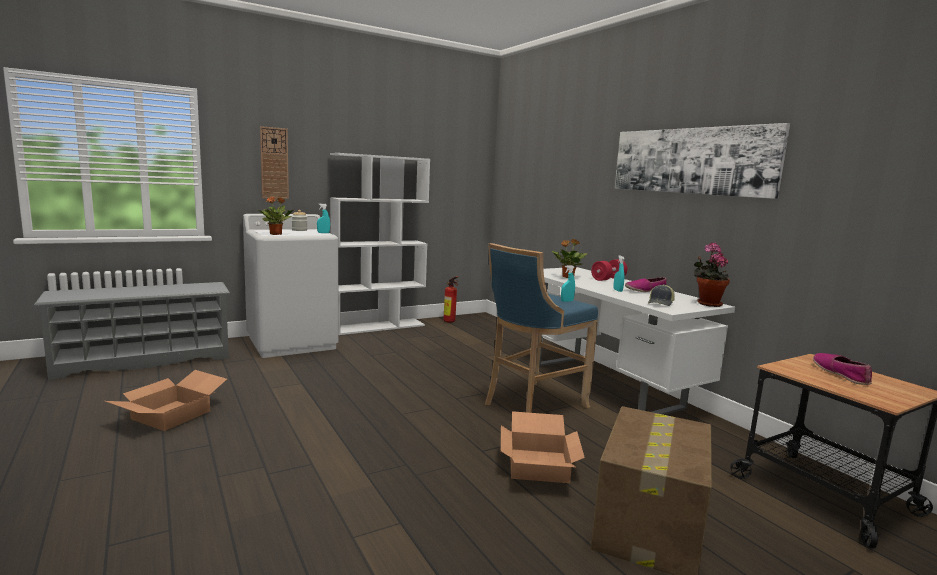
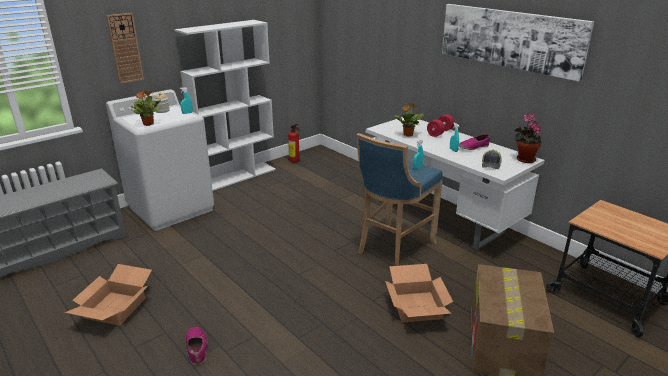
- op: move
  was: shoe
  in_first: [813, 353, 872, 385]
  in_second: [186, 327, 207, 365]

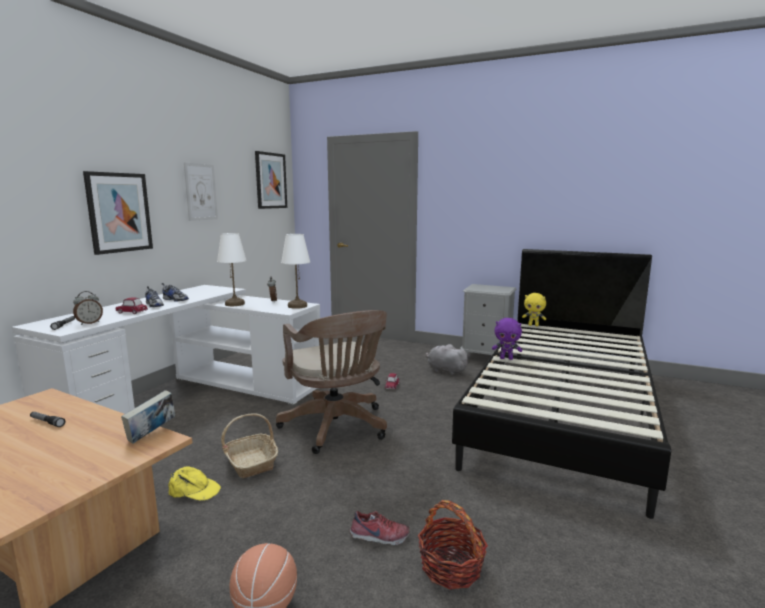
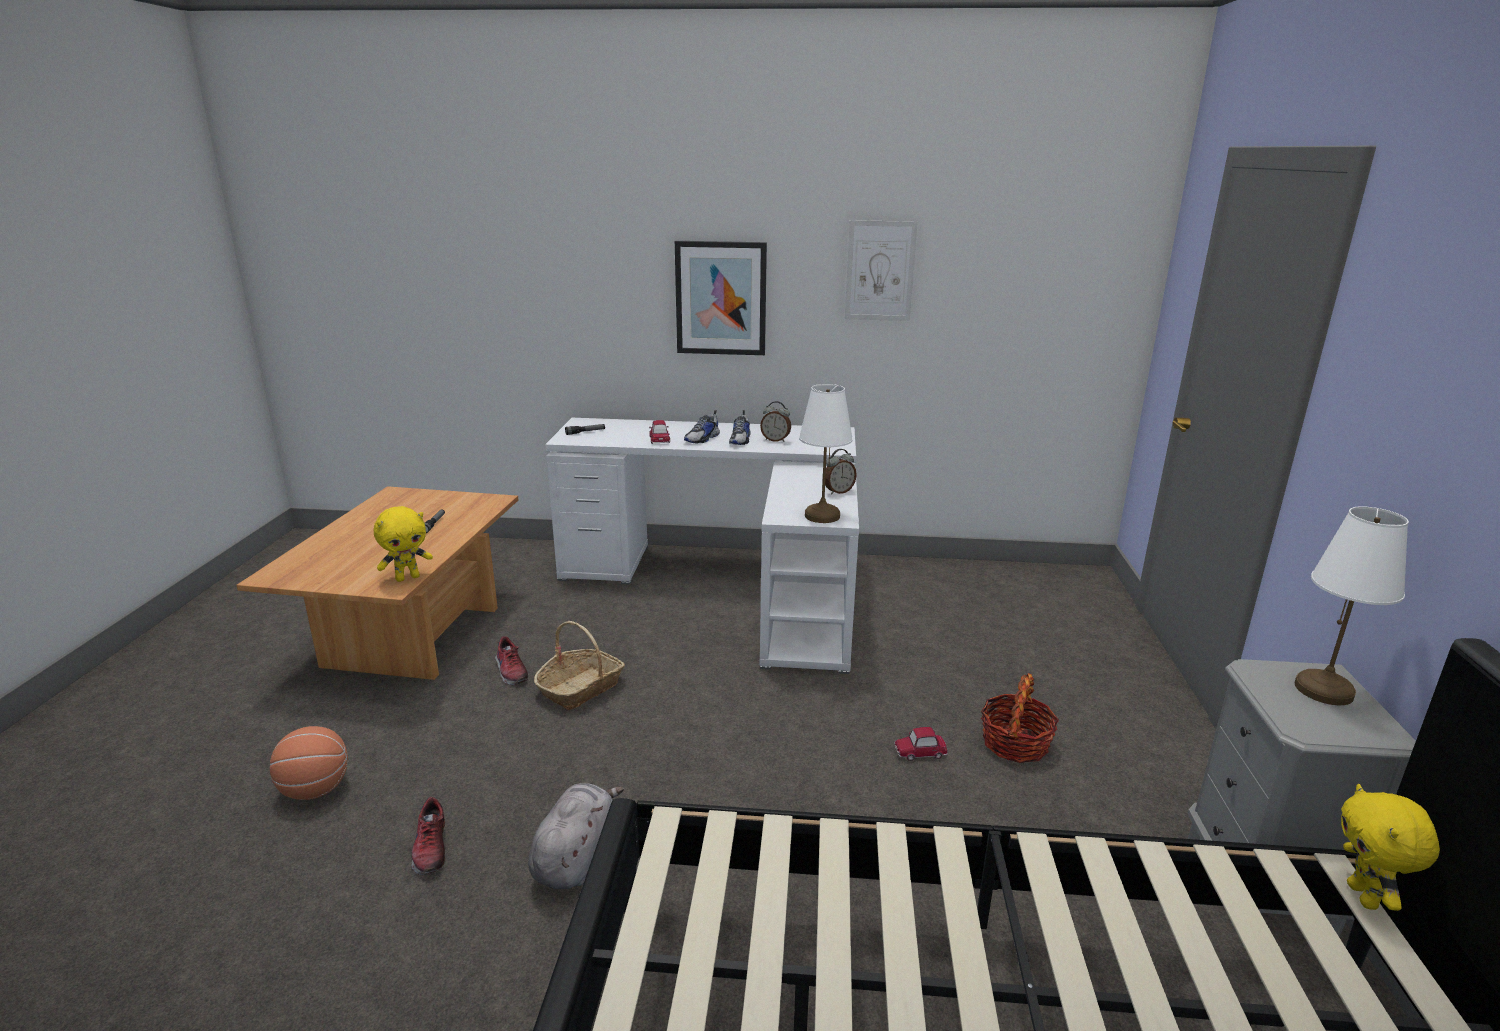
- op: replace
  was: book
  now: plush toy (yellow)
  in_first: [121, 390, 175, 444]
  in_second: [374, 506, 433, 582]
- op: replace
  was: cap (yellow)
  now: shoe
  in_first: [168, 466, 221, 501]
  in_second: [495, 636, 528, 685]
- op: move
  was: plush toy (grey)
  in_first: [426, 344, 469, 375]
  in_second: [528, 783, 624, 889]
- op: move
  was: alarm clock
  in_first: [73, 291, 103, 325]
  in_second: [760, 401, 791, 442]
- op: move
  was: basket
  in_first: [418, 500, 488, 590]
  in_second: [981, 673, 1059, 763]
- op: move
  was: table lamp (white)
  in_first: [217, 233, 247, 306]
  in_second: [1295, 506, 1409, 705]
- op: delete
  was: picture
  in_first: [255, 151, 287, 209]
- op: delete
  was: office chair (brown)
  in_first: [276, 310, 387, 454]
- op: delete
  was: plush toy (purple)
  in_first: [492, 318, 522, 360]

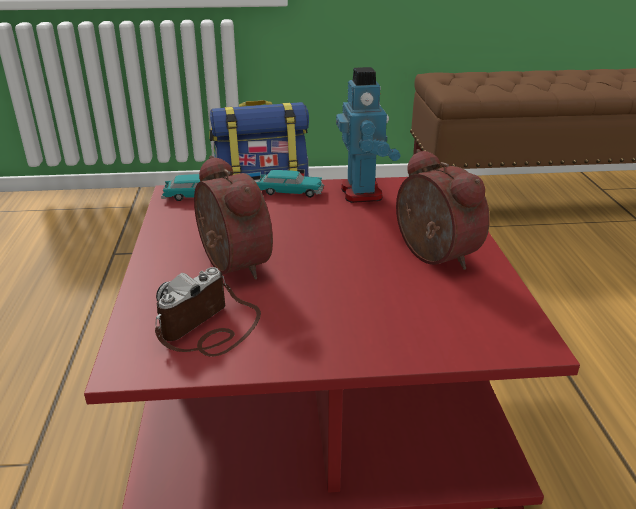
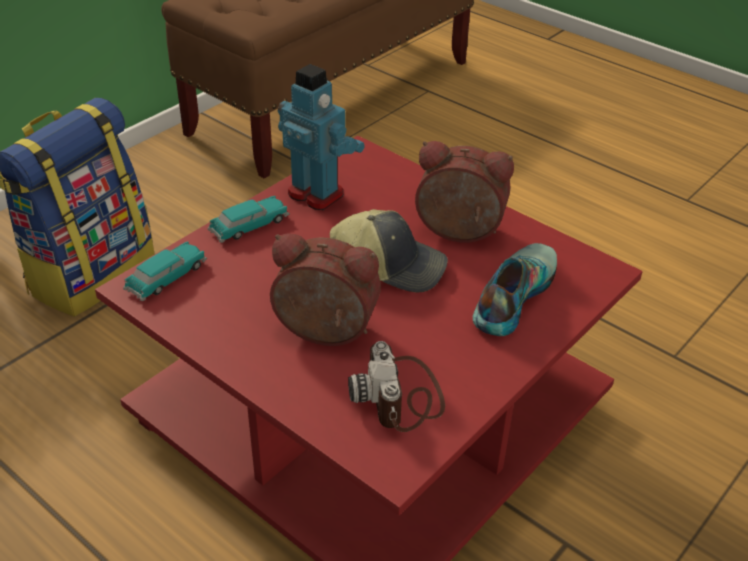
- op: insert
  now: cap
  in_second: [330, 209, 448, 292]
- op: insert
  now: shoe
  in_second: [473, 243, 557, 336]

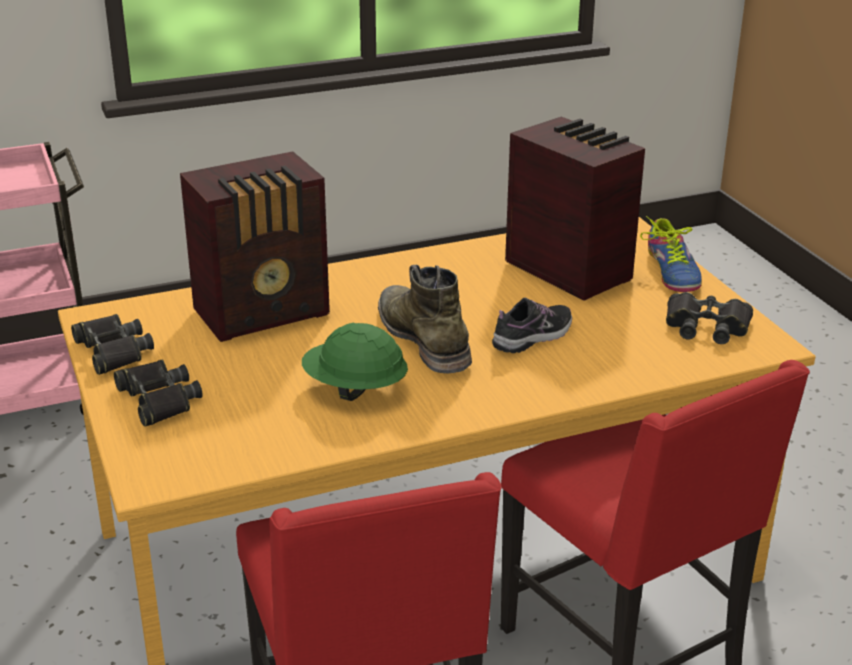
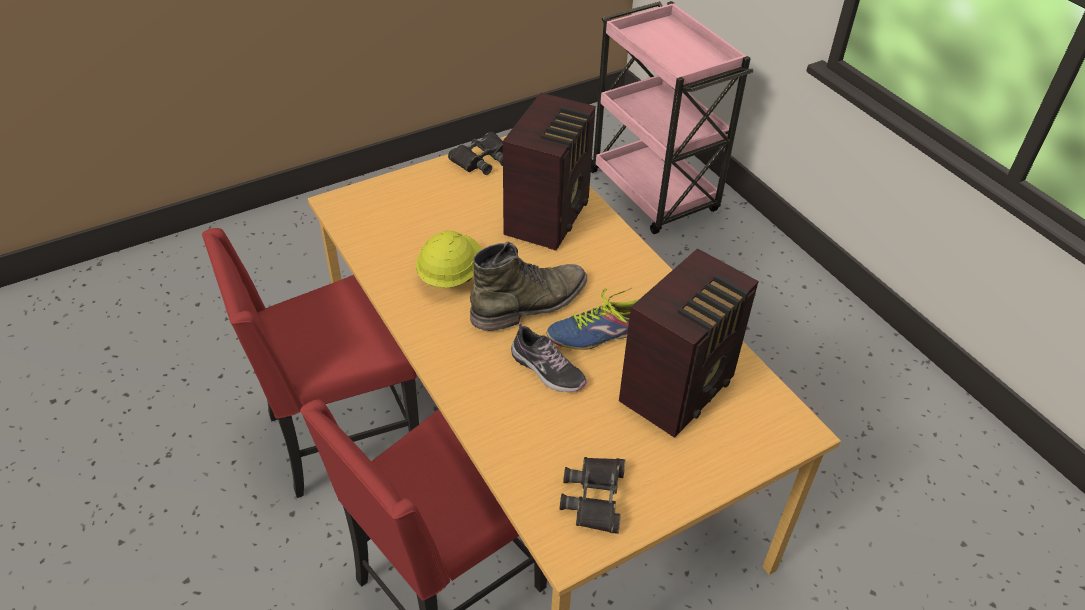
- op: recolor
  was: hard hat (green)
  now: hard hat (yellow)
  in_first: [302, 323, 408, 401]
  in_second: [416, 231, 482, 288]
- op: rotate
  was: radio
  in_first: [180, 152, 330, 342]
  in_second: [503, 93, 596, 251]
  clockwise: -120
- op: move
  was: shoe
  in_first: [640, 216, 702, 292]
  in_second: [546, 288, 639, 350]
- op: delete
  was: binoculars (black)
  in_first: [114, 360, 203, 427]

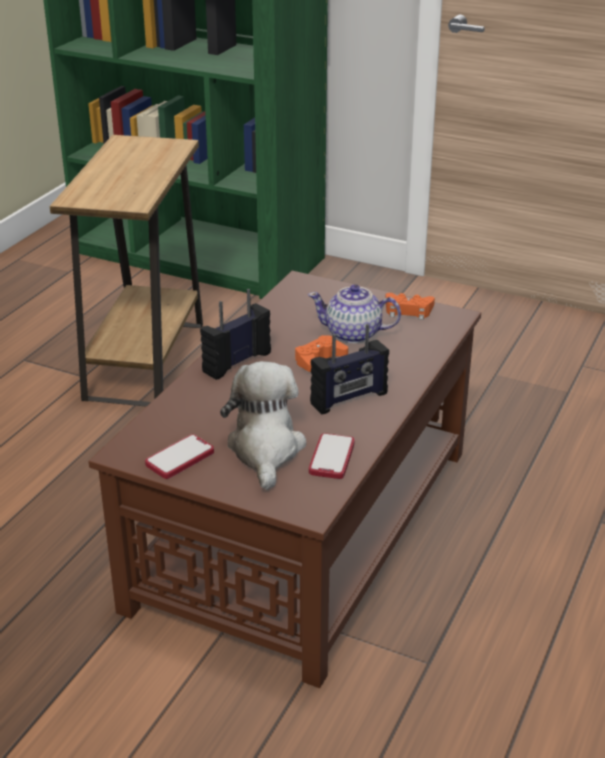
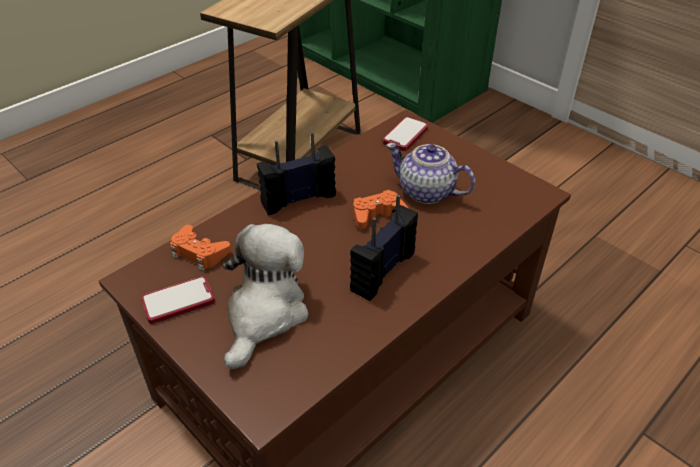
- op: move
  was: game controller (orange)
  in_first: [385, 293, 435, 320]
  in_second: [170, 225, 231, 271]
- op: rotate
  was: radio
  in_first: [310, 324, 389, 414]
  in_second: [350, 195, 418, 301]
  clockwise: 135
- op: move
  was: phone
  in_first: [309, 433, 355, 479]
  in_second: [382, 117, 428, 151]

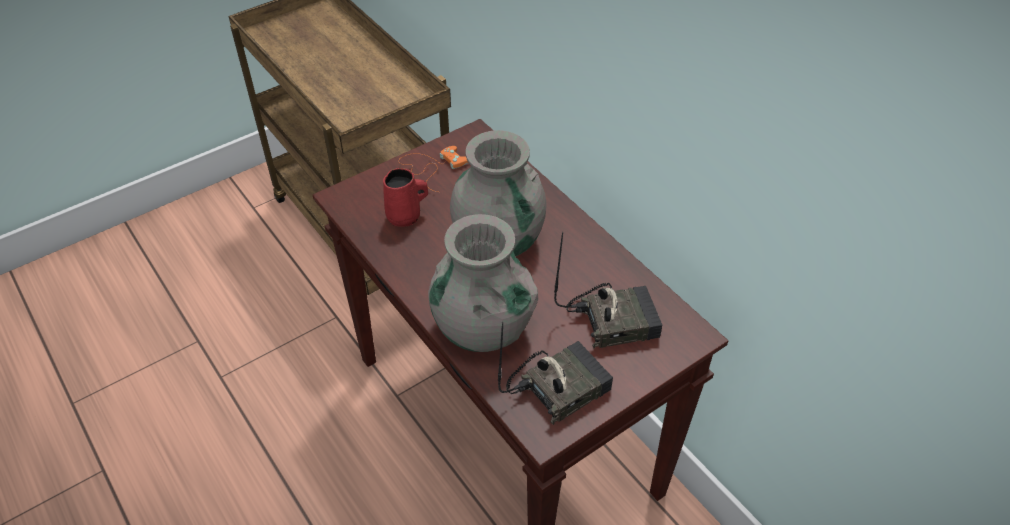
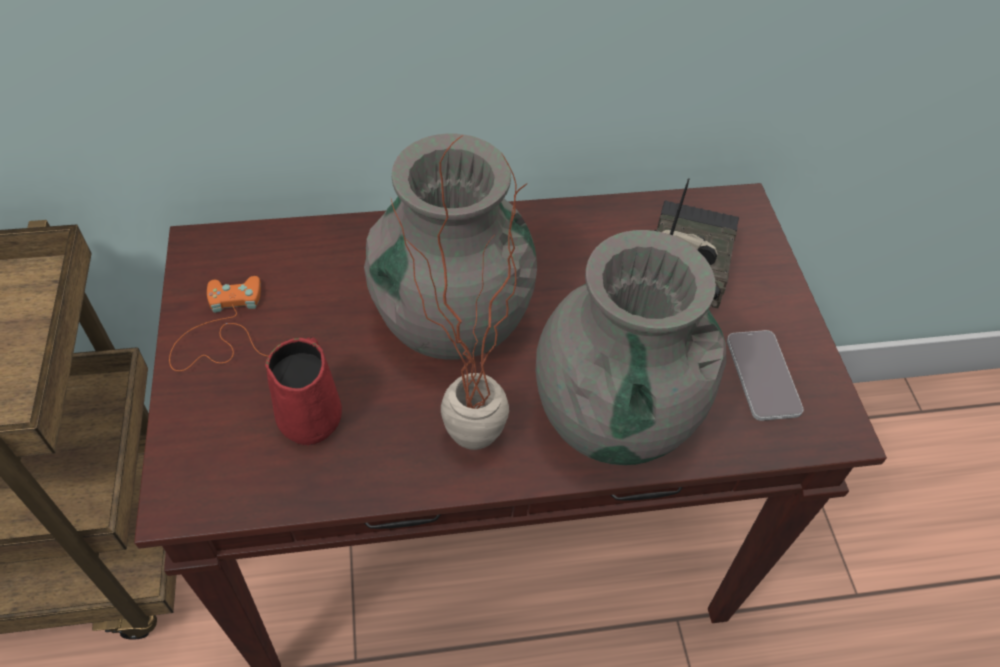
- op: insert
  now: potted plant
  in_second: [391, 134, 528, 450]
- op: replace
  was: radio
  now: phone
  in_first: [498, 322, 613, 425]
  in_second: [727, 330, 804, 421]

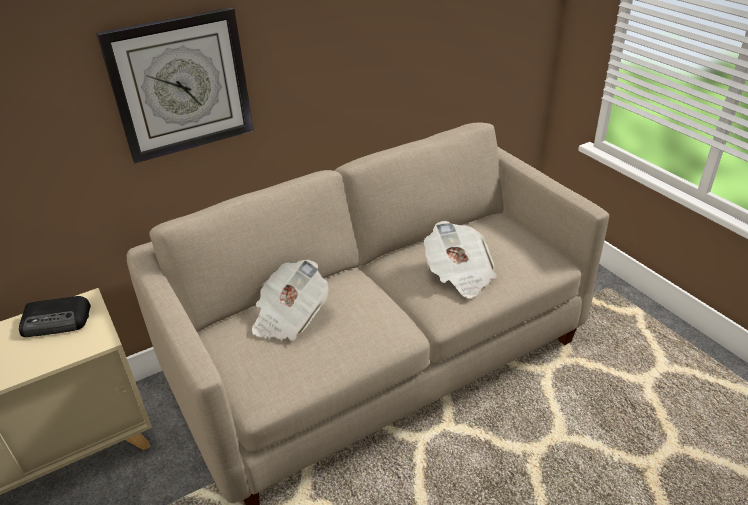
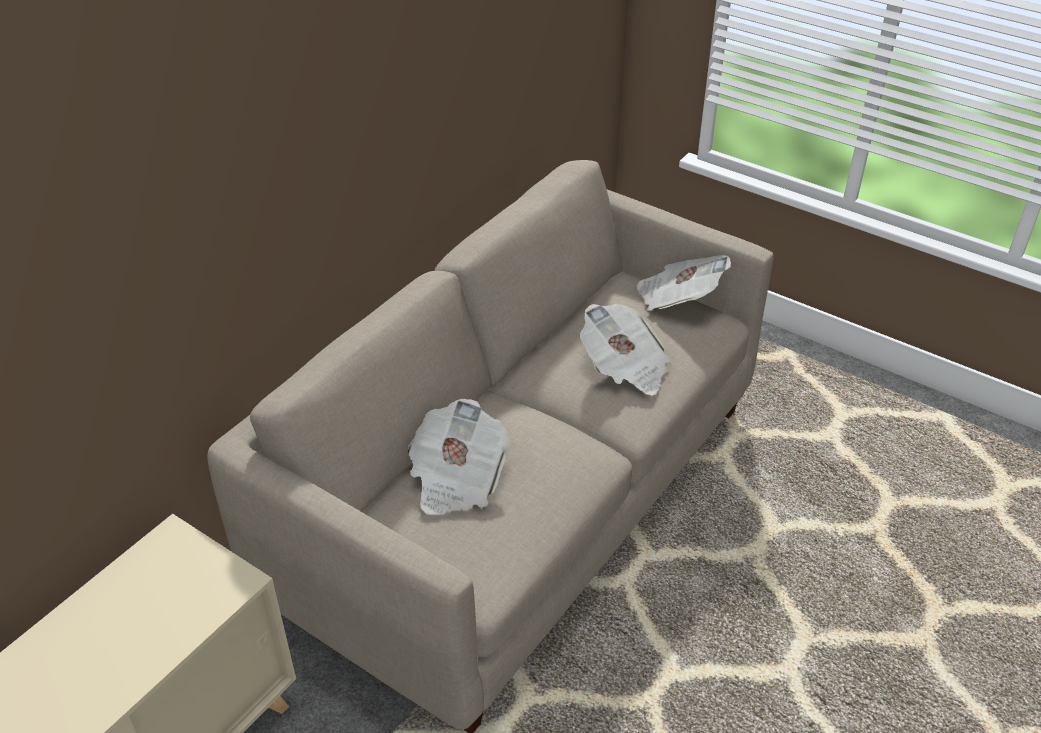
- op: insert
  now: newspaper
  in_second: [637, 255, 731, 311]
- op: delete
  was: radio
  in_first: [19, 296, 91, 337]
- op: delete
  was: wall clock
  in_first: [96, 7, 254, 163]

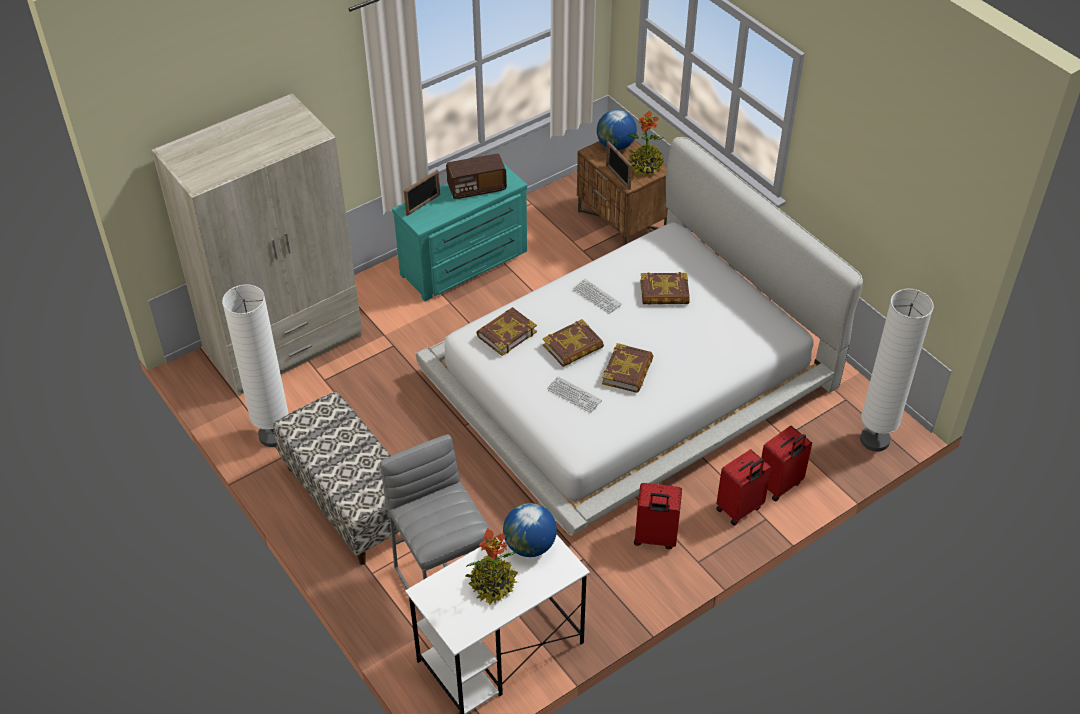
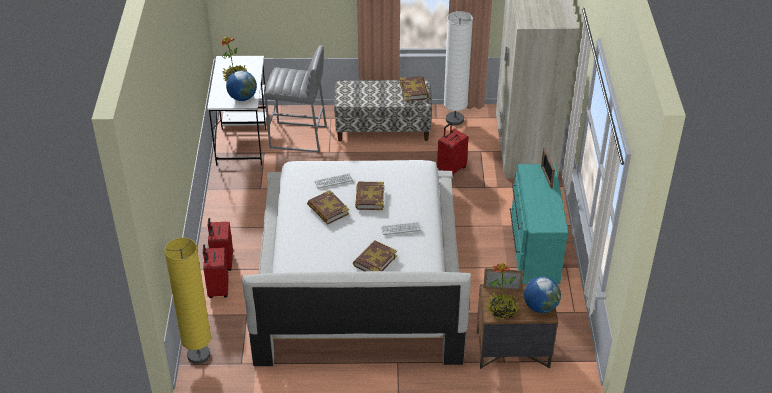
- op: recolor
  was: floor lamp (white)
  now: floor lamp (yellow)
  in_first: [860, 289, 934, 451]
  in_second: [164, 238, 211, 364]
- op: move
  was: book
  in_first: [476, 307, 537, 356]
  in_second: [400, 76, 429, 101]
- op: move
  was: suitcase (red)
  in_first: [634, 483, 682, 549]
  in_second: [437, 123, 468, 176]
- op: delete
  was: radio
  in_first: [446, 154, 507, 199]

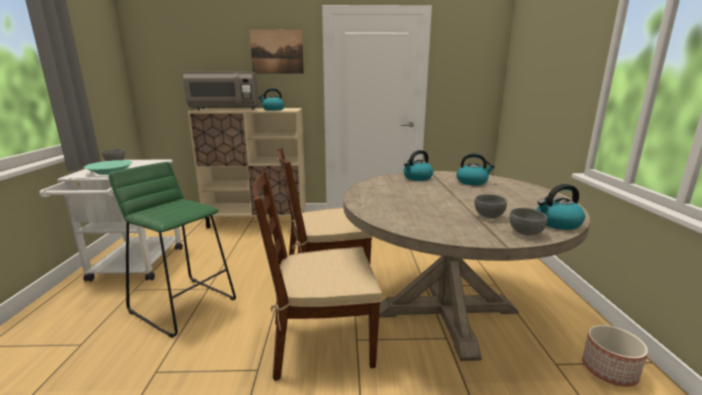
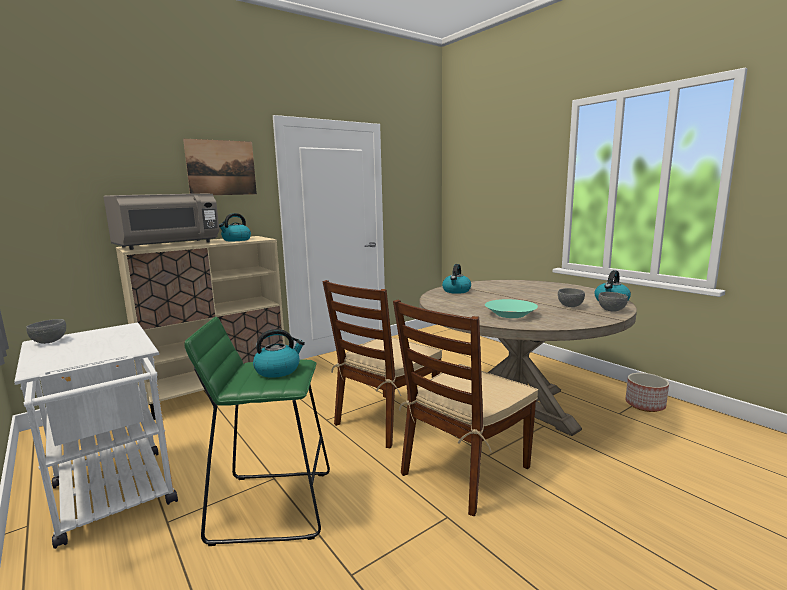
- op: move
  was: kettle
  in_first: [457, 153, 495, 185]
  in_second: [253, 329, 305, 378]
- op: move
  was: bowl (turquoise)
  in_first: [84, 160, 133, 175]
  in_second: [485, 299, 538, 318]

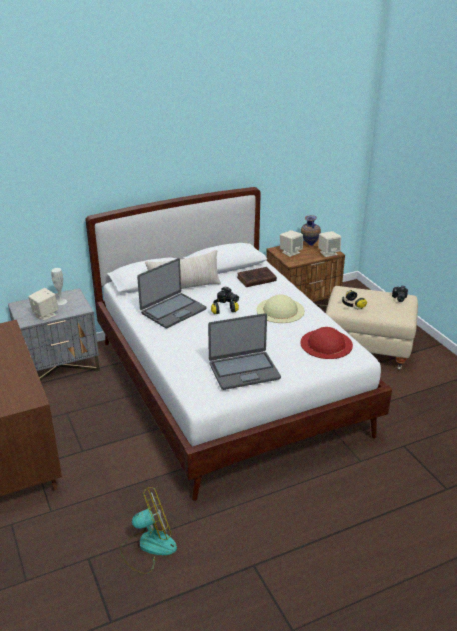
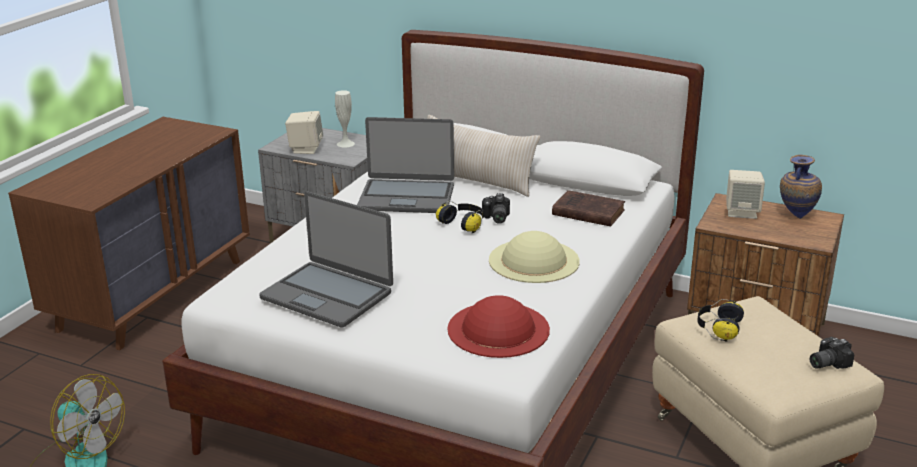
- op: delete
  was: speaker (beige)
  in_first: [319, 231, 341, 257]

